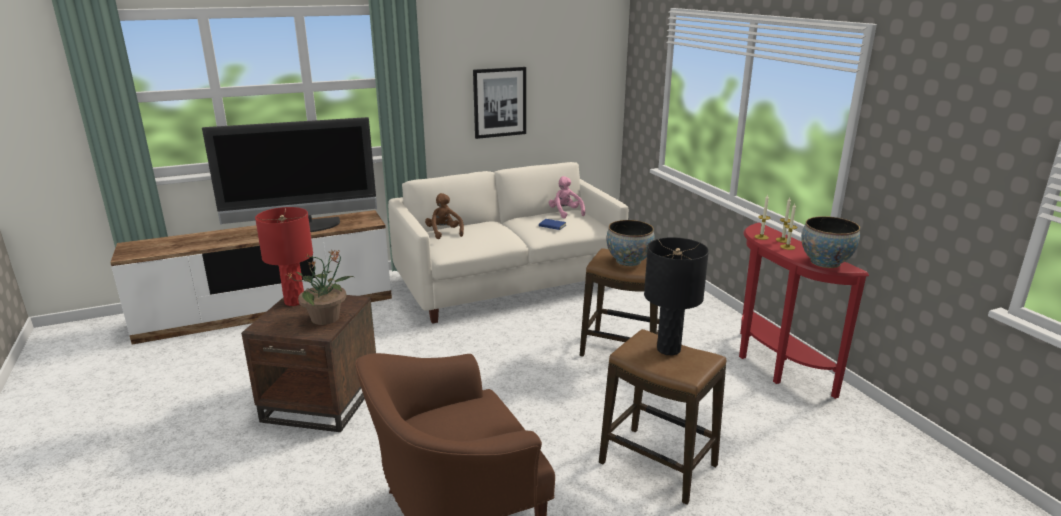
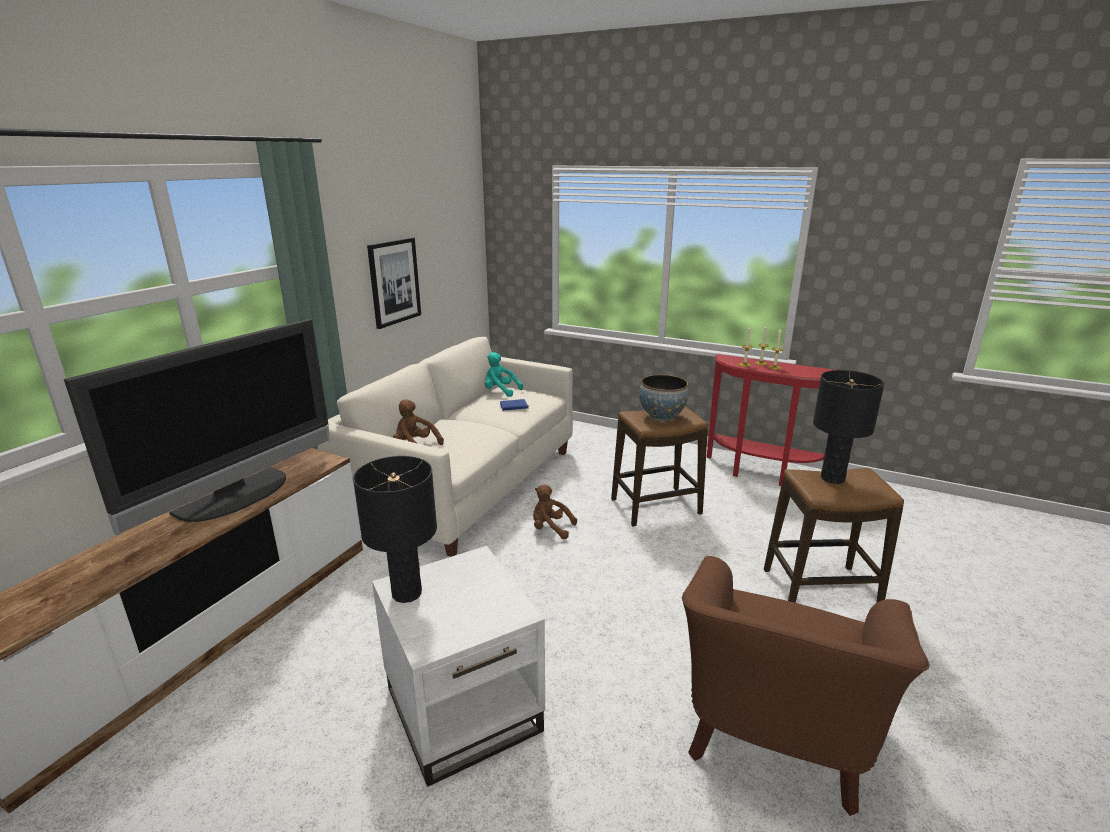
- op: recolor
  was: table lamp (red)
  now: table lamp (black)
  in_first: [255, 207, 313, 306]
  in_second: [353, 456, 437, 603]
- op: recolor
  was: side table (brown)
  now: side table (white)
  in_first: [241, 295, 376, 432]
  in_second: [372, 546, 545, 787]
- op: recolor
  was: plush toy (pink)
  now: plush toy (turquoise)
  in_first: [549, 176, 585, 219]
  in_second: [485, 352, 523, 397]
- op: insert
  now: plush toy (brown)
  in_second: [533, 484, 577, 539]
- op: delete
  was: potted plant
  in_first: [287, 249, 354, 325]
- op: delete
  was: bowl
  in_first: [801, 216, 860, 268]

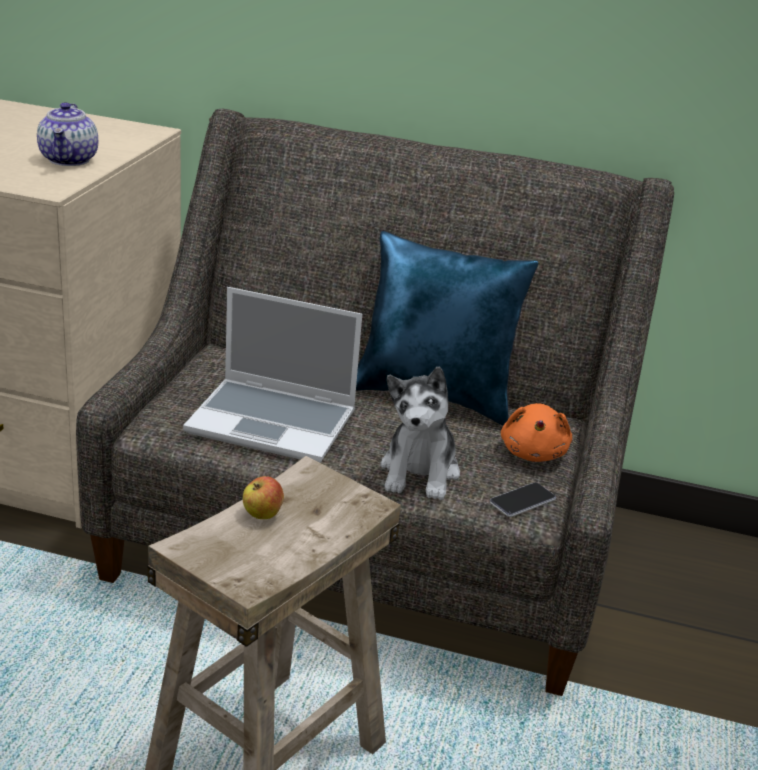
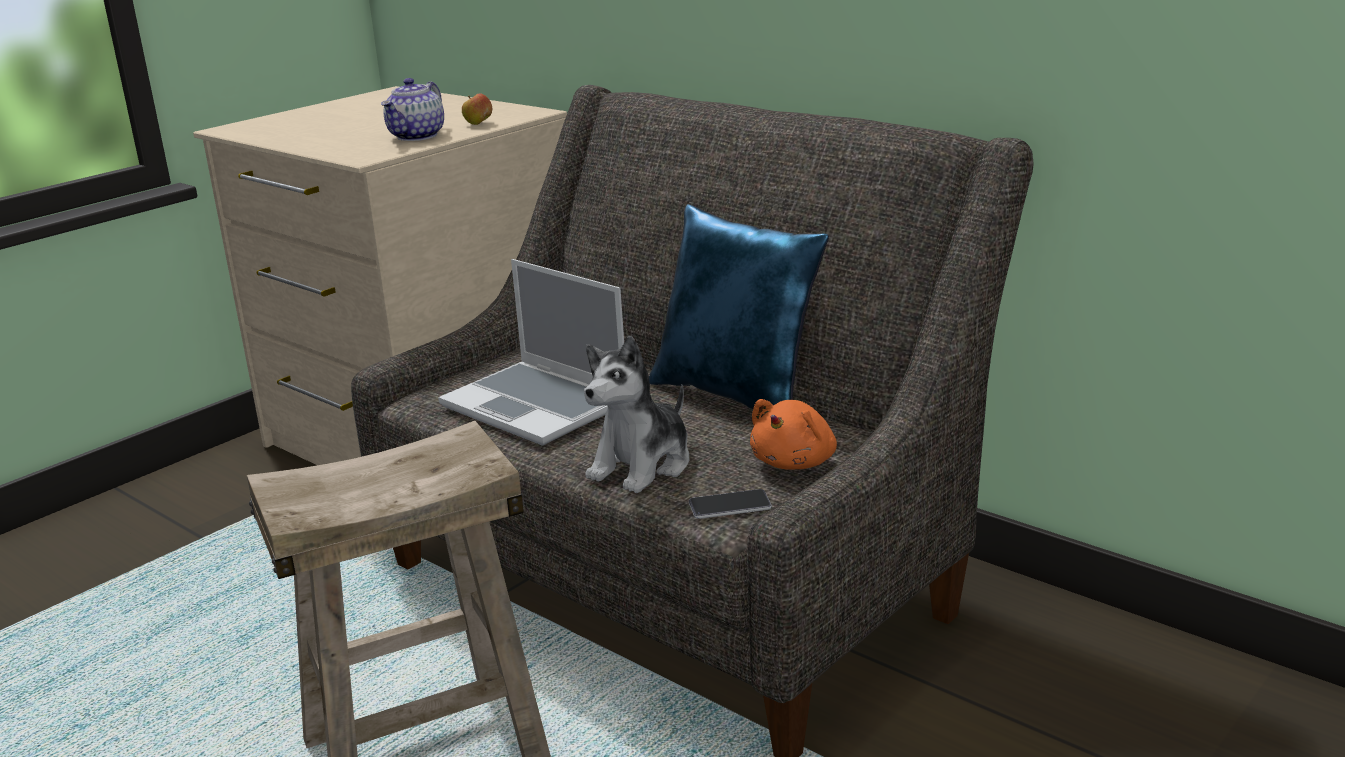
- op: move
  was: apple
  in_first: [243, 476, 284, 519]
  in_second: [462, 93, 492, 125]

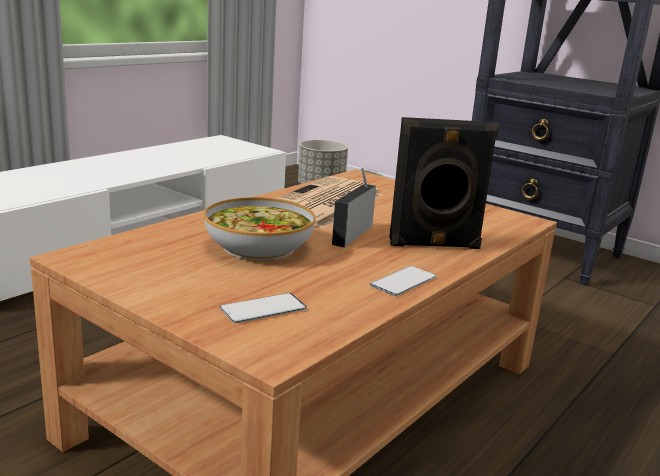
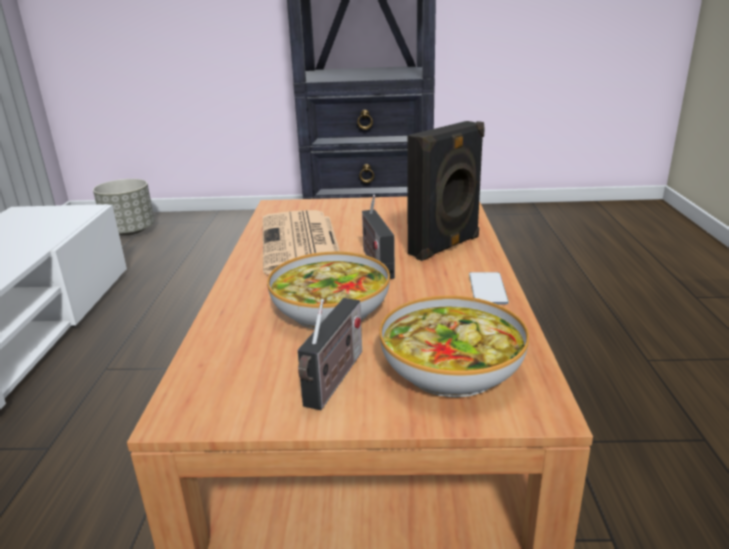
- op: insert
  now: radio
  in_second: [298, 298, 362, 410]
- op: replace
  was: phone
  now: bowl
  in_first: [220, 293, 307, 323]
  in_second: [379, 295, 529, 398]

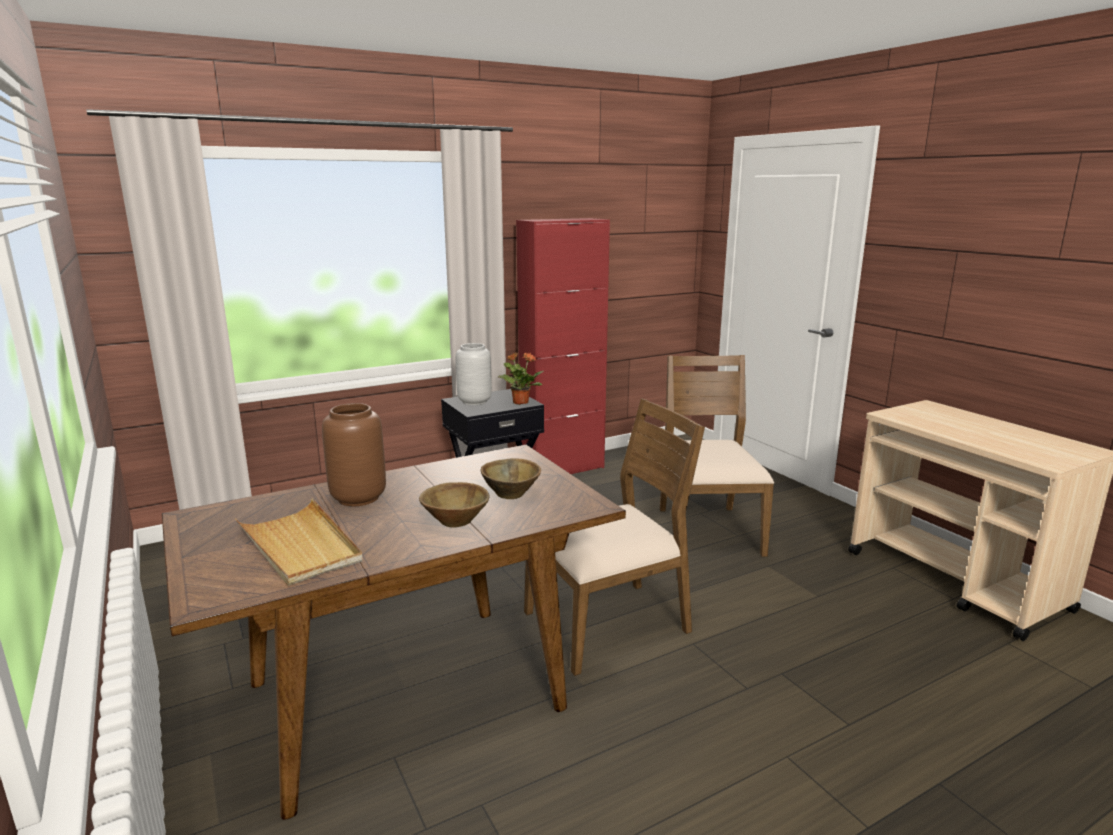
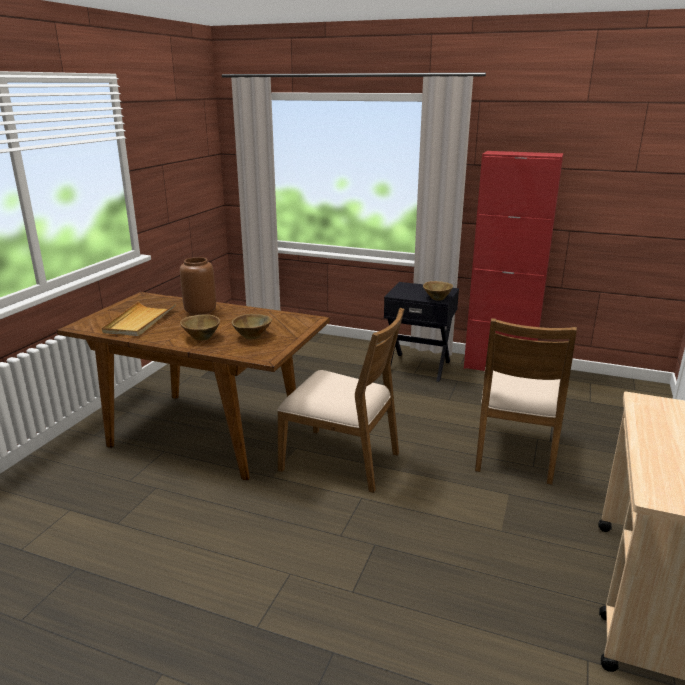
- op: replace
  was: potted plant
  now: bowl (brown)
  in_first: [497, 353, 544, 405]
  in_second: [423, 281, 453, 301]
- op: rotate
  was: chair (brown)
  in_first: [660, 355, 774, 557]
  in_second: [475, 318, 577, 485]
  clockwise: 150
- op: delete
  was: vase (grey)
  in_first: [456, 343, 492, 405]

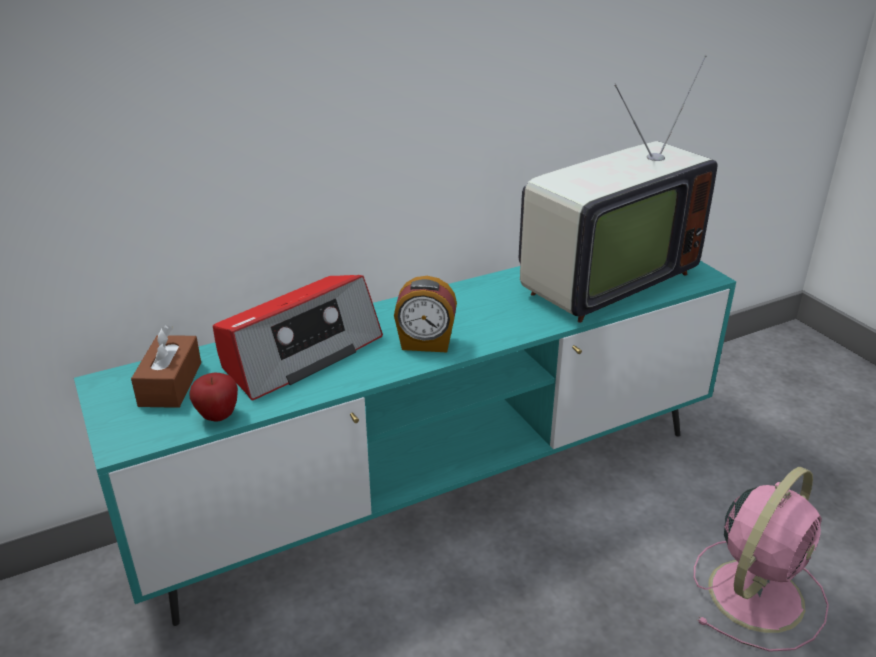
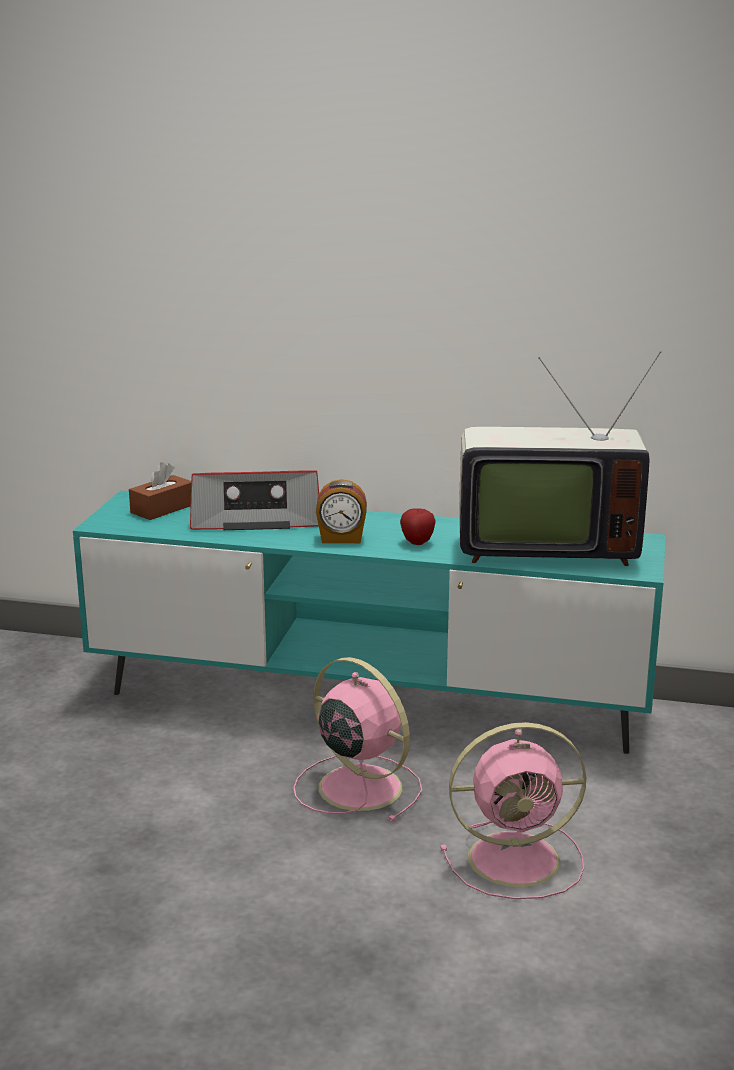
- op: insert
  now: fan (pink)
  in_second: [293, 657, 422, 822]
- op: rotate
  was: alarm clock
  in_first: [394, 276, 457, 352]
  in_second: [316, 479, 367, 543]
  clockwise: -45
- op: move
  was: apple
  in_first: [189, 373, 238, 422]
  in_second: [400, 508, 435, 545]

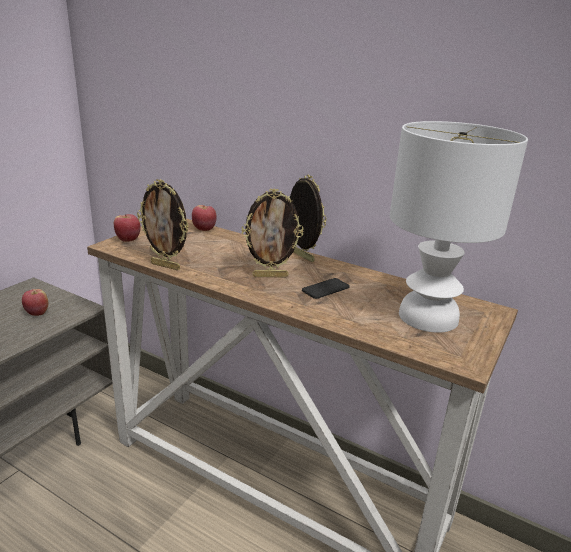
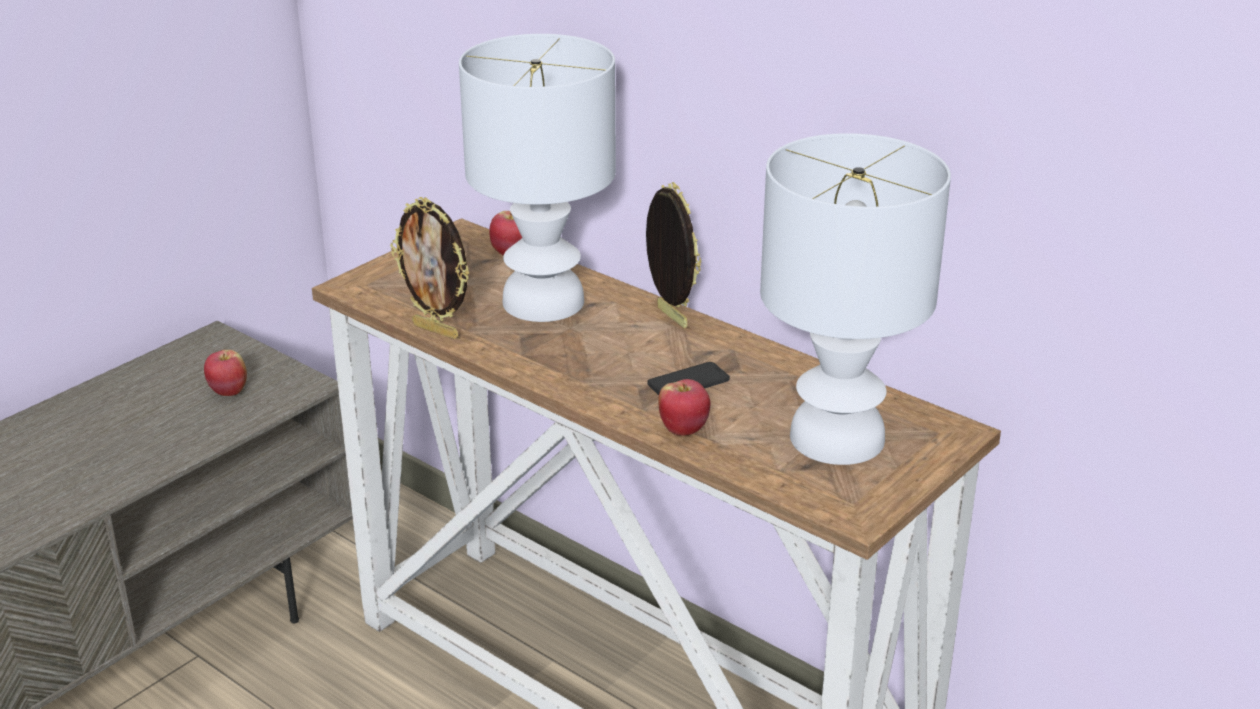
- op: insert
  now: table lamp (white)
  in_second: [459, 34, 616, 322]
- op: move
  was: apple
  in_first: [114, 214, 141, 242]
  in_second: [658, 379, 711, 436]
- op: delete
  was: picture frame
  in_first: [241, 189, 304, 277]

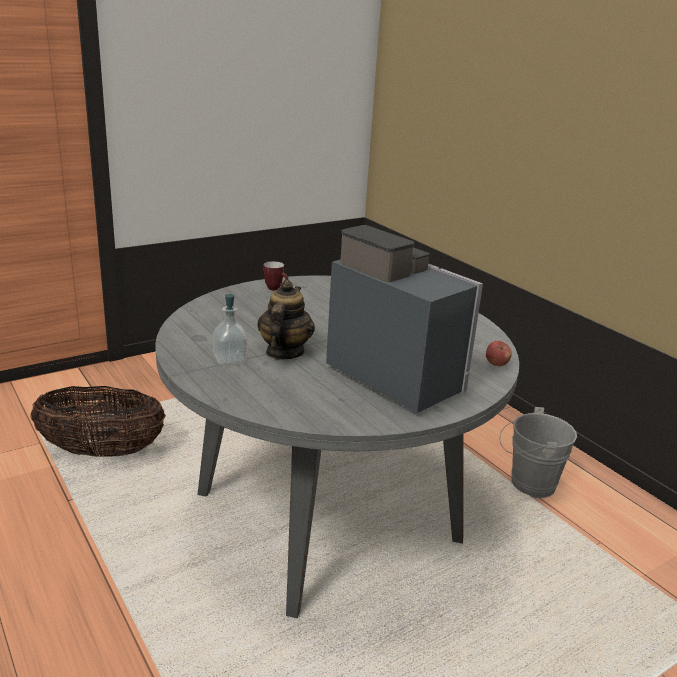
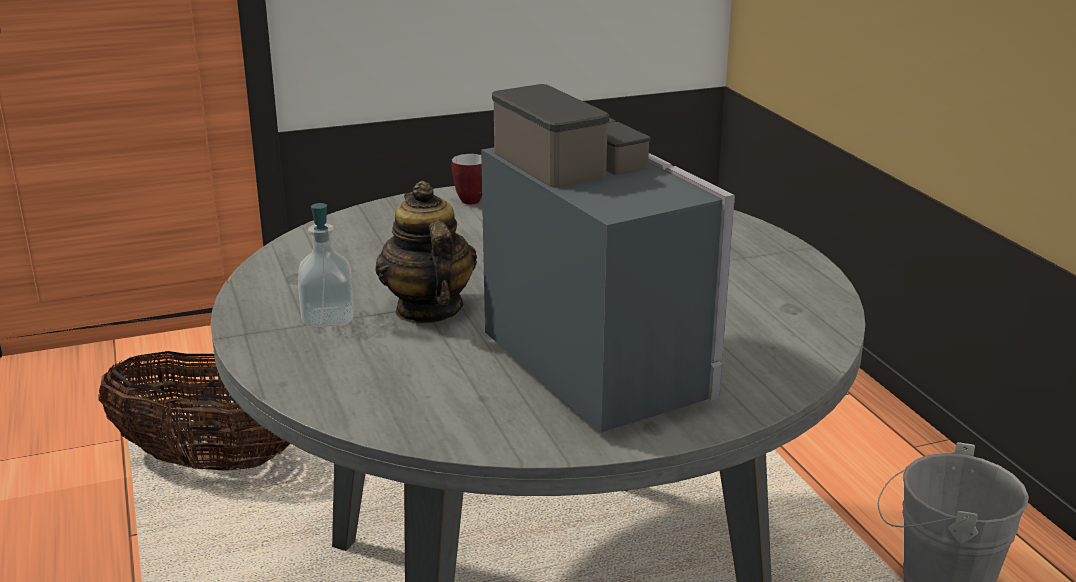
- op: rotate
  was: teapot
  in_first: [257, 280, 315, 359]
  in_second: [375, 181, 477, 324]
  clockwise: -45
- op: delete
  was: apple
  in_first: [486, 341, 512, 366]

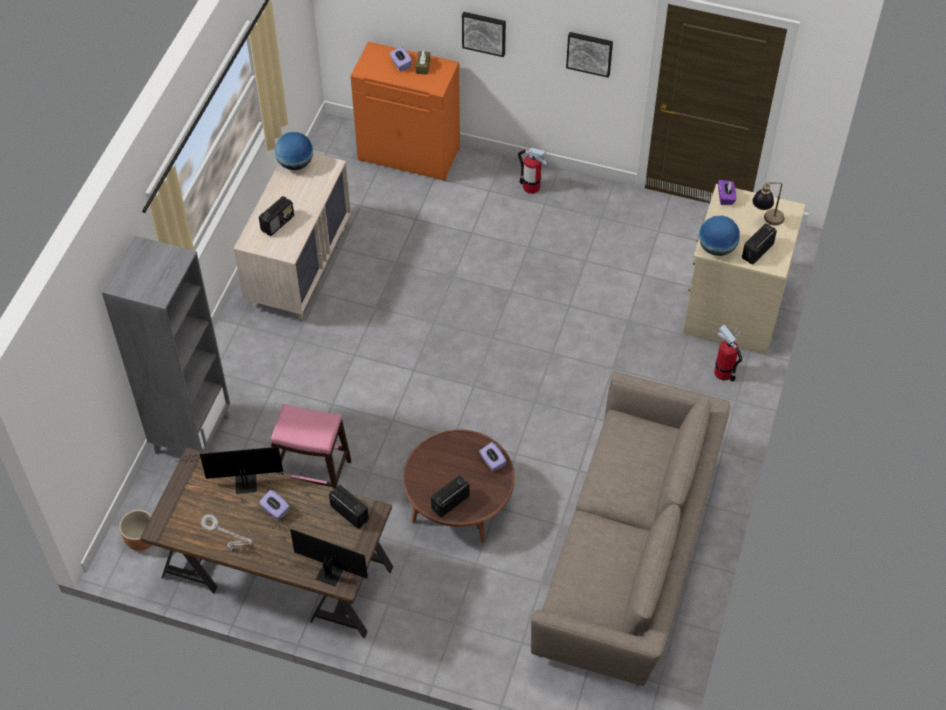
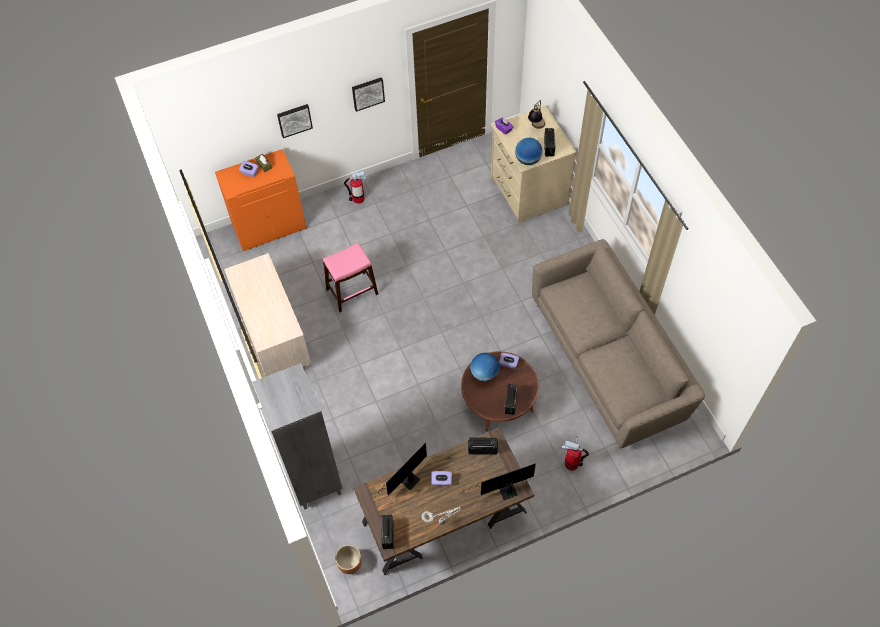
- op: move
  was: stool (pink)
  in_first: [271, 404, 351, 489]
  in_second: [323, 243, 378, 312]
- op: move
  was: radio
  in_first: [259, 196, 294, 236]
  in_second: [381, 514, 394, 549]
- op: move
  was: globe
  in_first: [275, 132, 313, 170]
  in_second: [470, 353, 499, 382]
- op: move
  was: fire extinguisher
  in_first: [714, 325, 742, 382]
  in_second: [562, 437, 589, 471]

